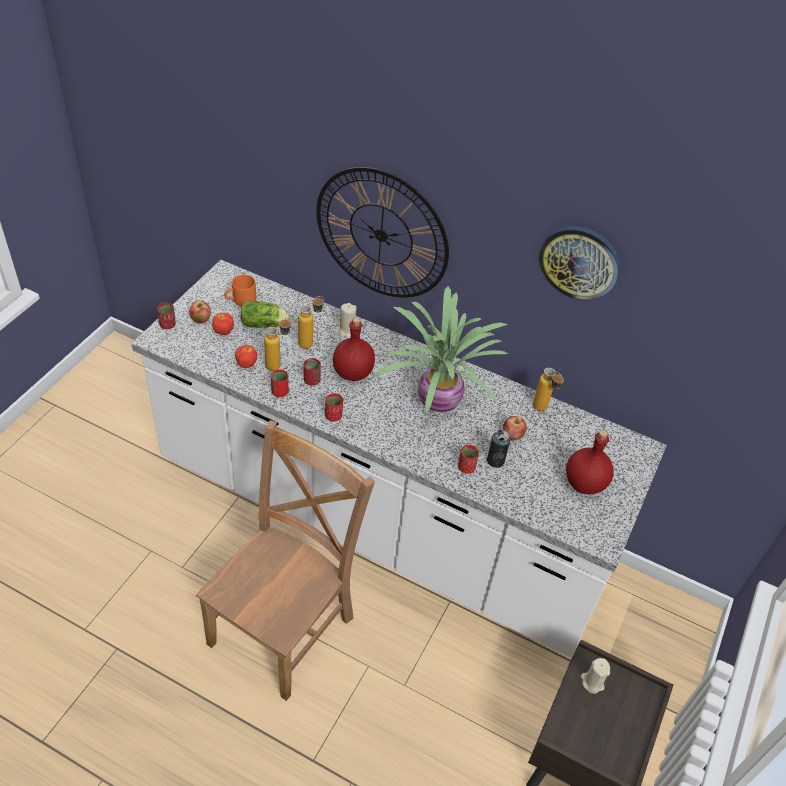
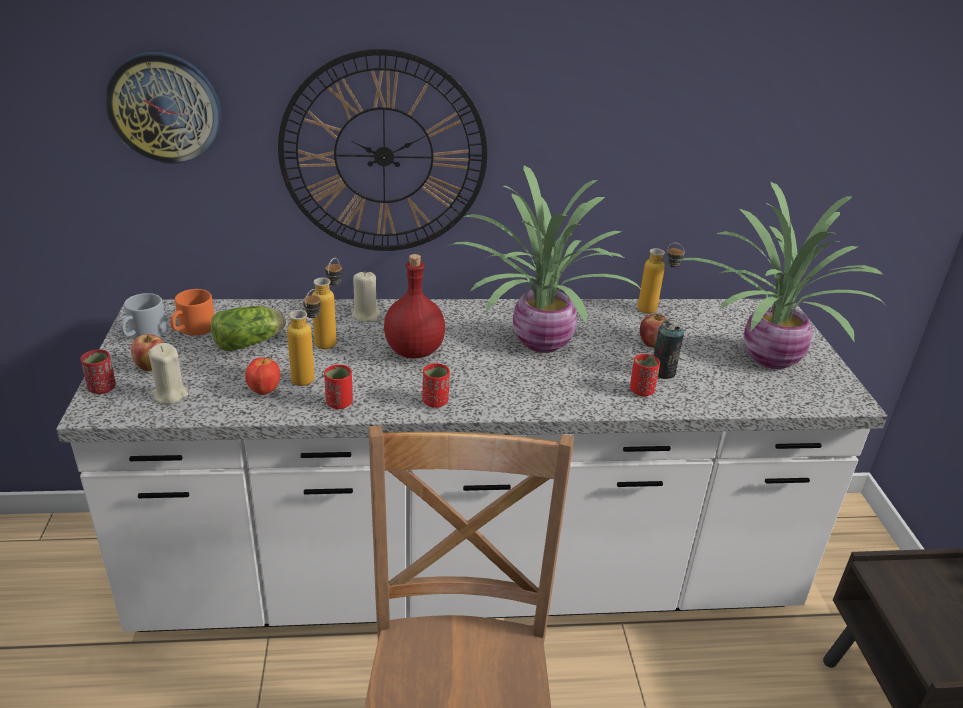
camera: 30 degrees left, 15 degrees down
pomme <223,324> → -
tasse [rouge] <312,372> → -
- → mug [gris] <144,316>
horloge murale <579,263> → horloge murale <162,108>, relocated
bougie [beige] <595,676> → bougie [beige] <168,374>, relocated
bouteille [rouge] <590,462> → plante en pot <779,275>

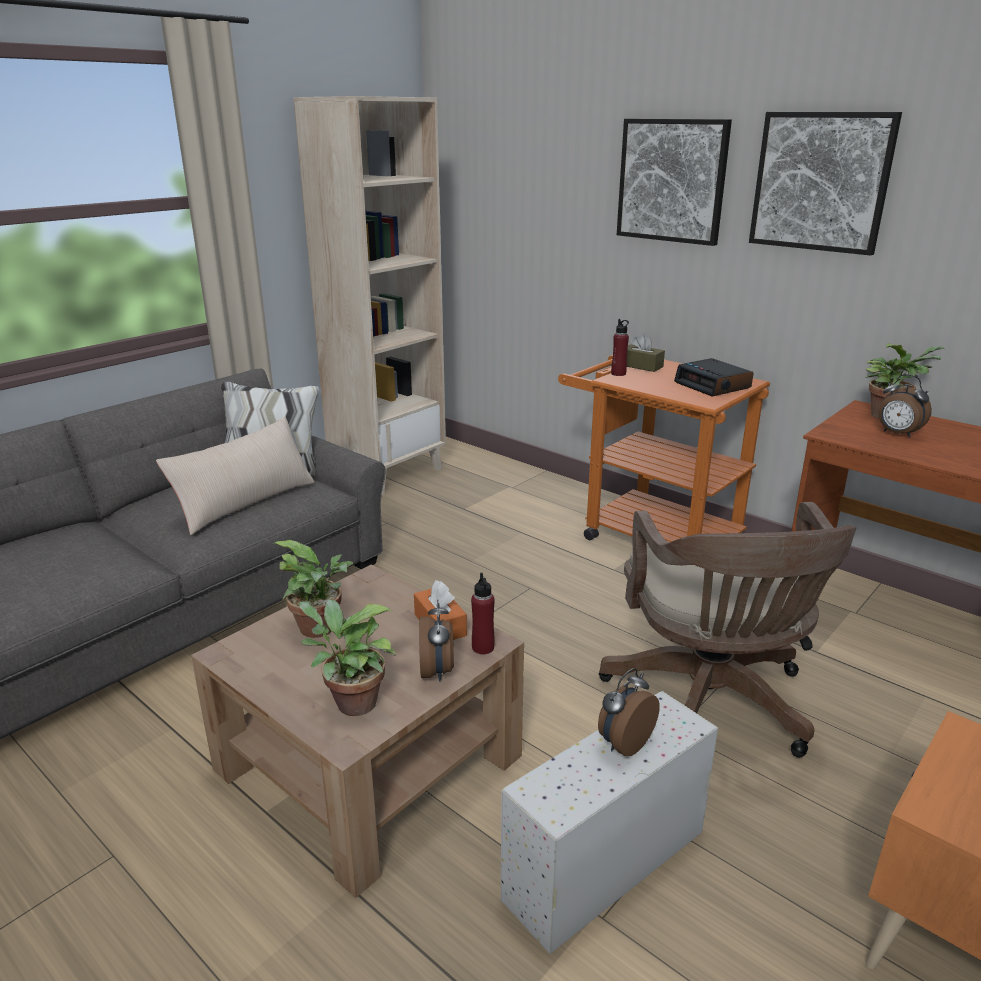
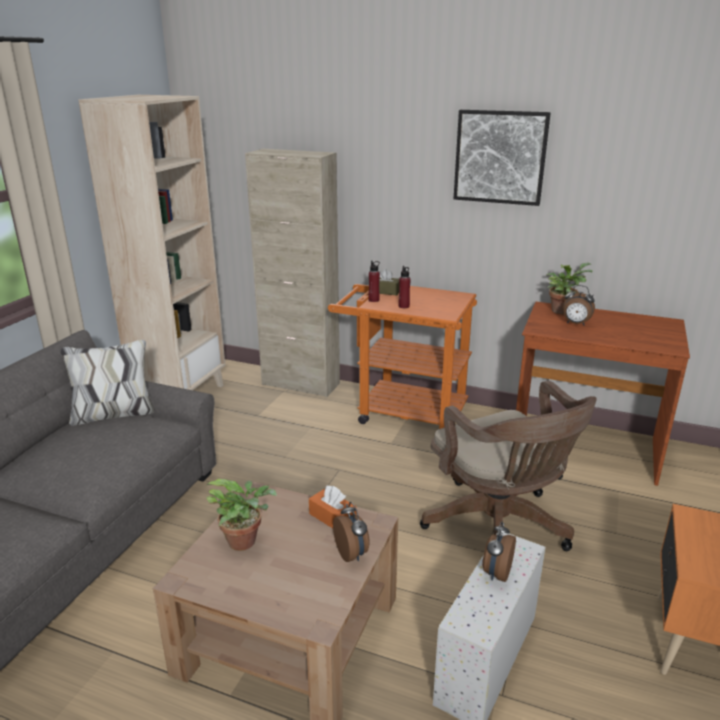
camera: 20 degrees left, 0 degrees up
coussin [beige] <235,476> → -
plante en pot <347,657> → -
tableau <674,182> → -
réveil <714,377> → -
- → meuble de rangement [beige] <292,273>
bouteille [rouge] <483,613> → bouteille [rouge] <404,287>, relocated

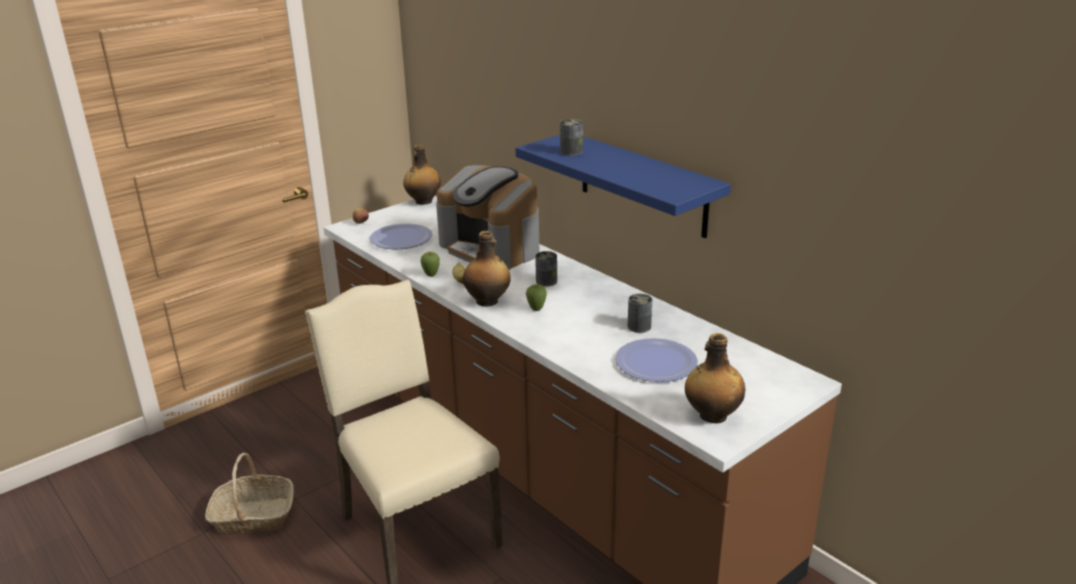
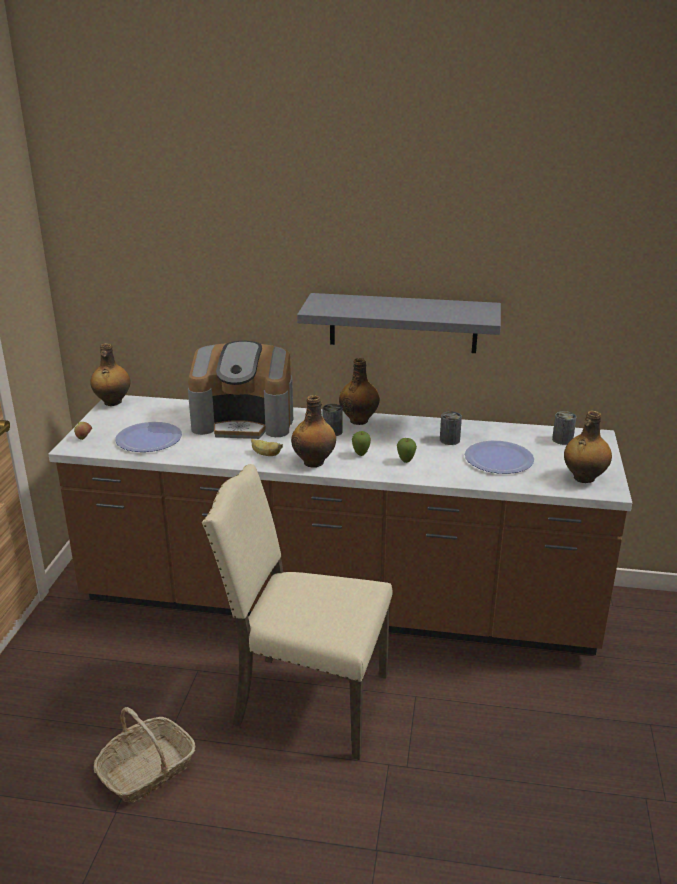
camera: 40 degrees left, 0 degrees up
- → bouteille <359,391>
pomme <430,264> → pomme <407,450>, relocated
boîte métallique <571,137> → boîte métallique <564,428>, relocated
étagère [bleu] <623,186> → étagère [gris] <399,323>

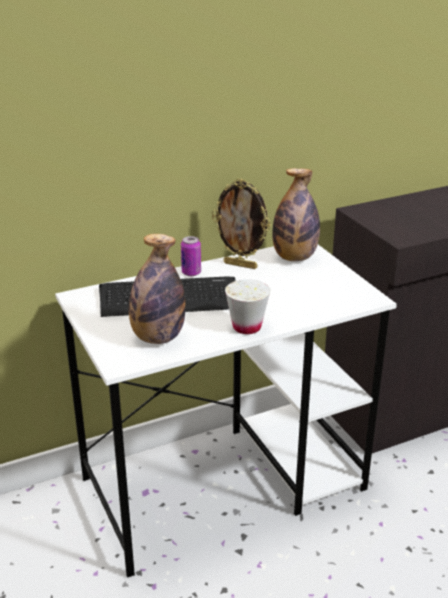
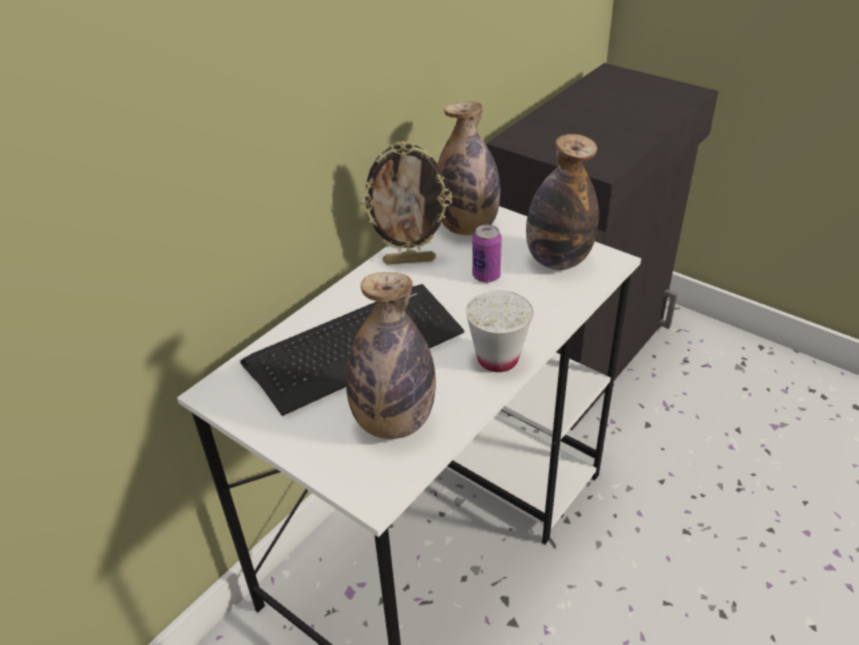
camera: 25 degrees left, 10 degrees up
- → bouteille <562,202>
boîte métallique <191,256> → boîte métallique <487,254>, relocated

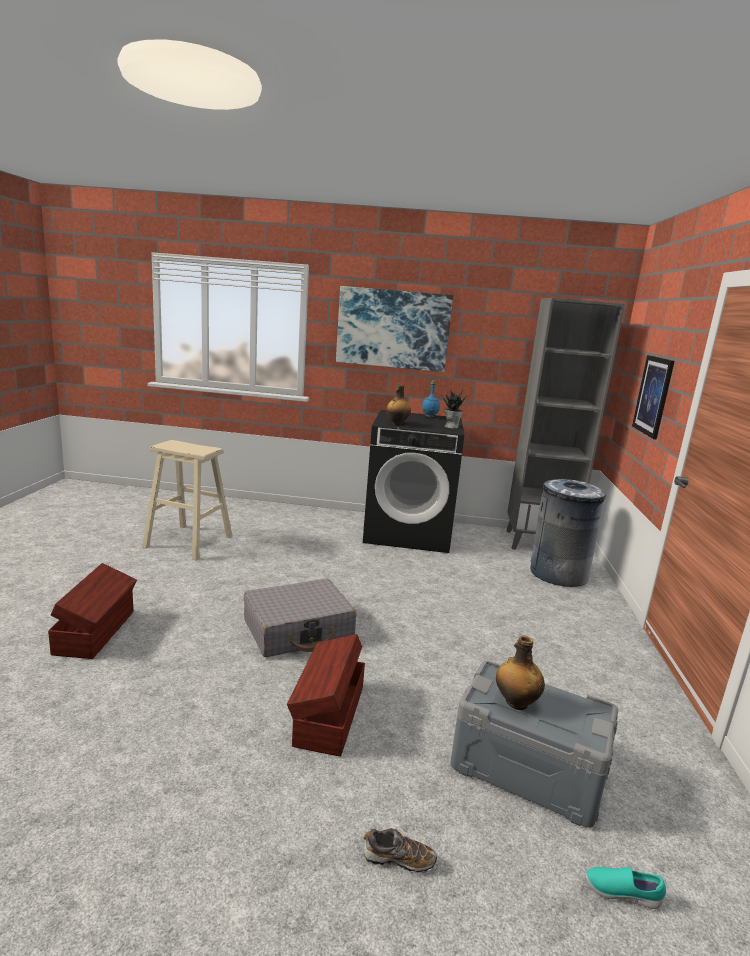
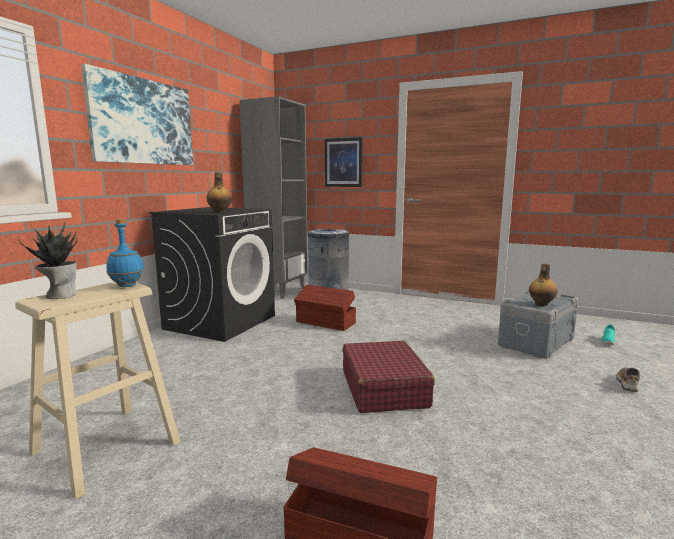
camera: 70 degrees left, 5 degrees down
boîte de rangement [marron] <326,695> → boîte de rangement [marron] <325,308>, relocated
bouteille [bleu] <431,398> → bouteille [bleu] <125,253>, relocated
plante en pot <453,409> → plante en pot <48,260>, relocated
valise [gris] <300,617> → valise [rouge] <389,377>

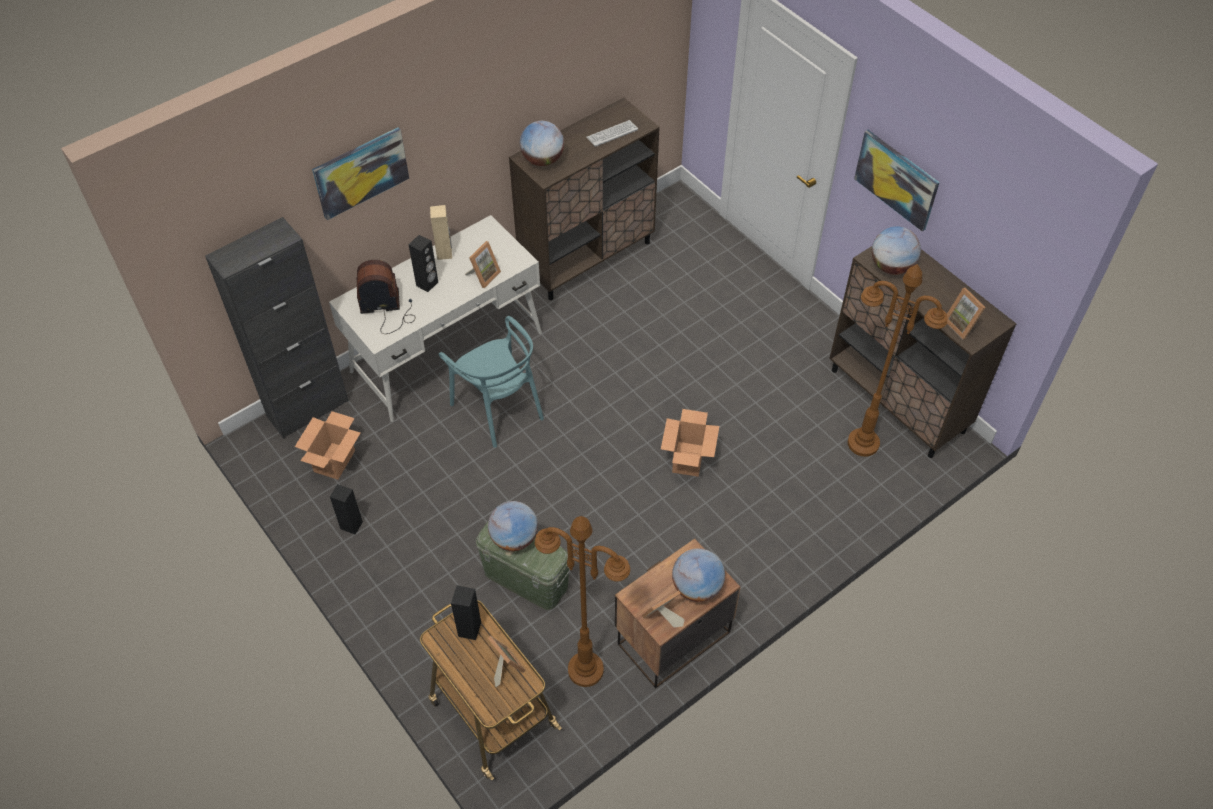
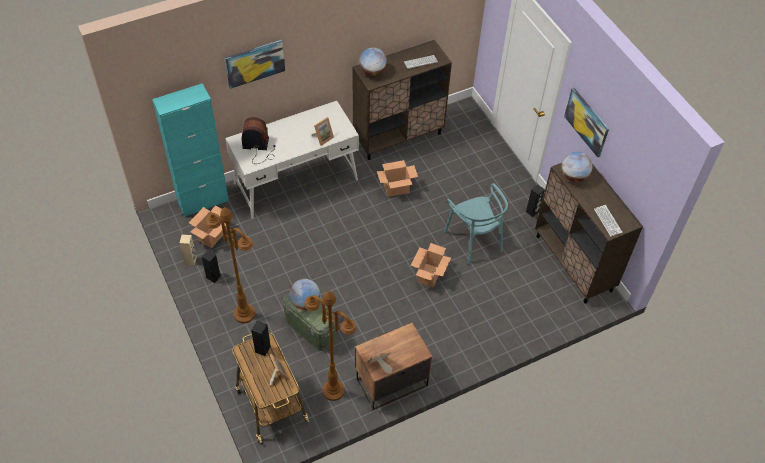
camera: 10 degrees right, 0 degrees up
globe <698,575> → -
- → carton <397,178>
enceinte [noir] <423,263> → enceinte [noir] <535,200>, relocated
enceinte [beige] <441,232> → enceinte [beige] <188,250>, relocated
chaise [turquoise] <491,382> → chaise [turquoise] <476,223>, relocated
lampadaire [marron] <898,360> → lampadaire [marron] <230,265>, relocated
cadre photo <966,313> → clavier <608,221>
meuble de rangement [noir] <277,328> → meuble de rangement [turquoise] <190,150>

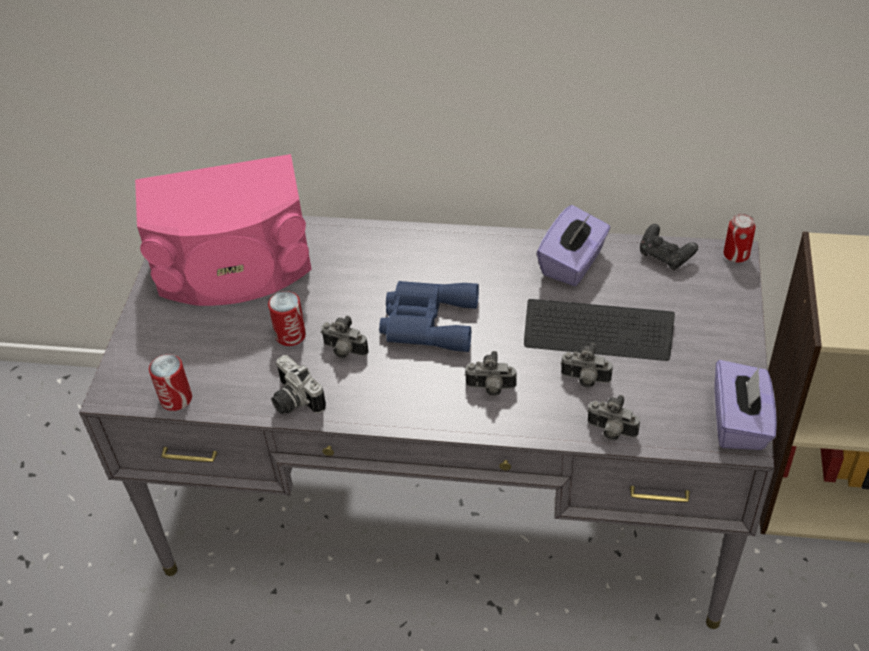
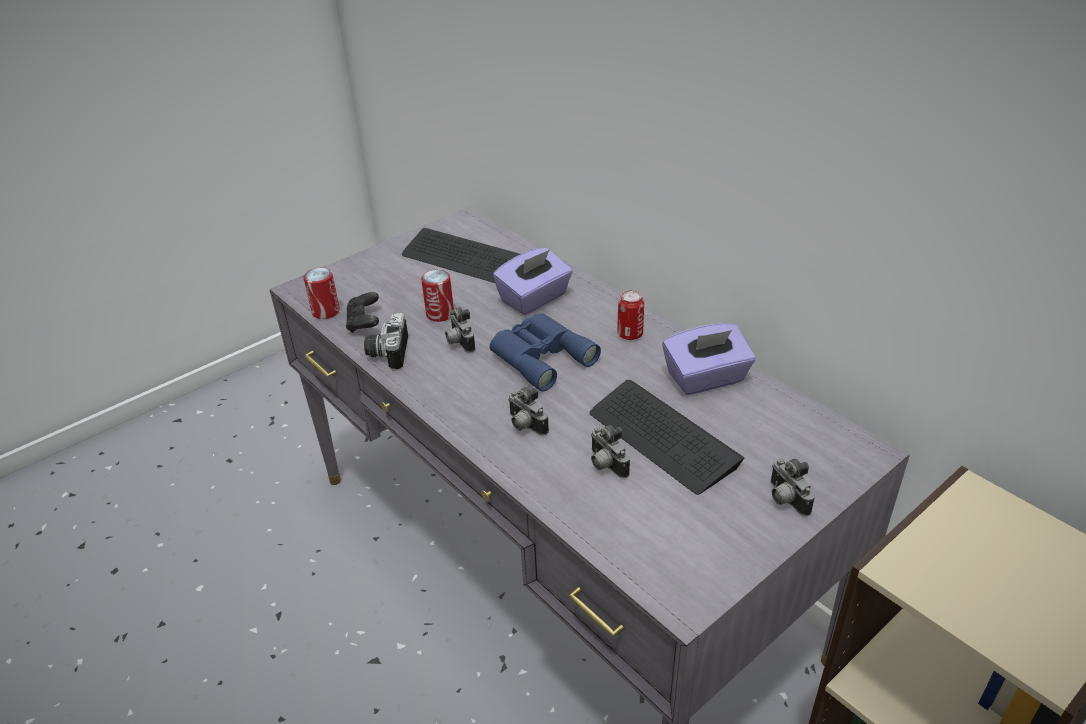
camera: 40 degrees right, 10 degrees down
appareil photo <613,417> → appareil photo <793,487>, relocated
manette [noir] <669,247> → manette [noir] <362,312>, relocated
boîte à mouchoirs [violet] <745,405> → boîte à mouchoirs [violet] <533,281>, relocated
boîte métallique <739,238> → boîte métallique <630,315>, relocated
enceinte [rose] <223,230> → clavier <461,255>

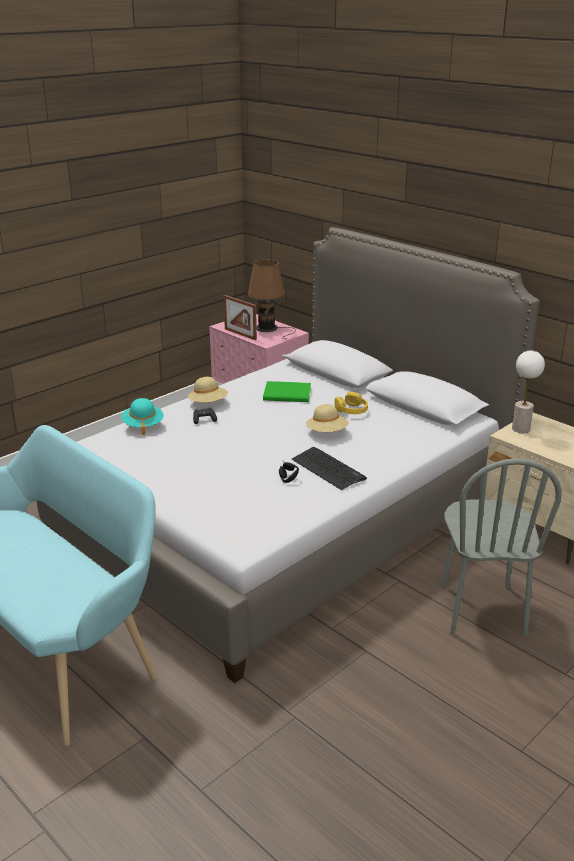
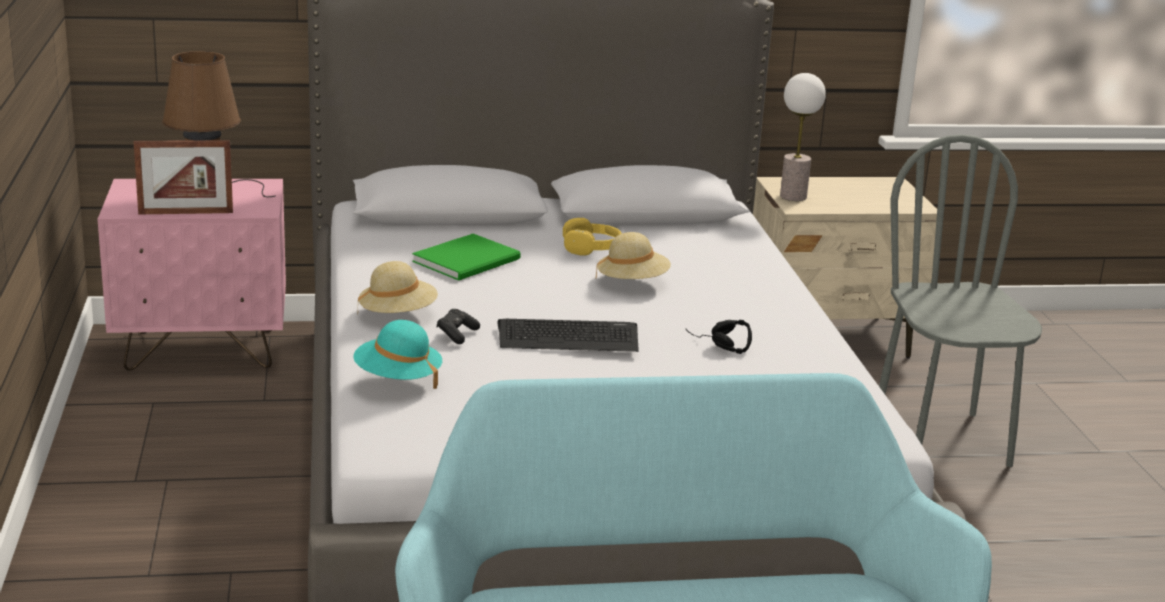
camera: 55 degrees left, 5 degrees down
clavier <329,468> → clavier <568,335>, relocated
chaise [gris] <502,547> → chaise [gris] <960,300>, 135 degrees counterclockwise

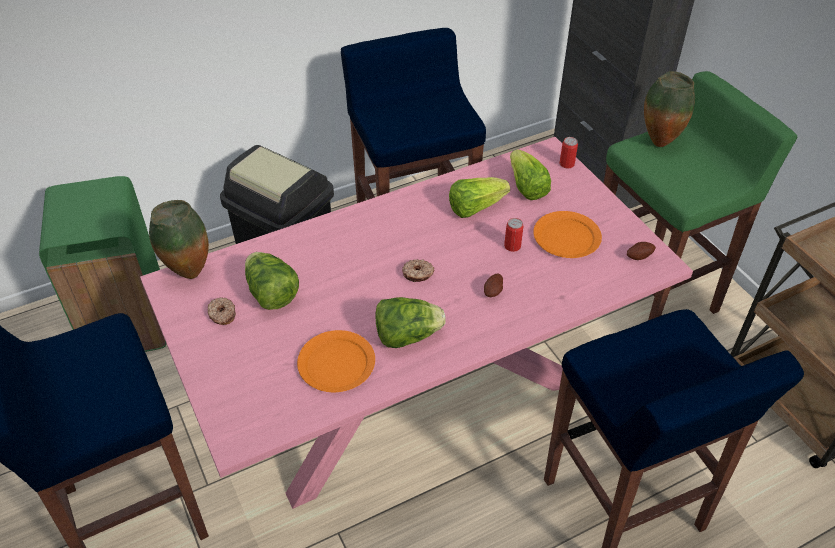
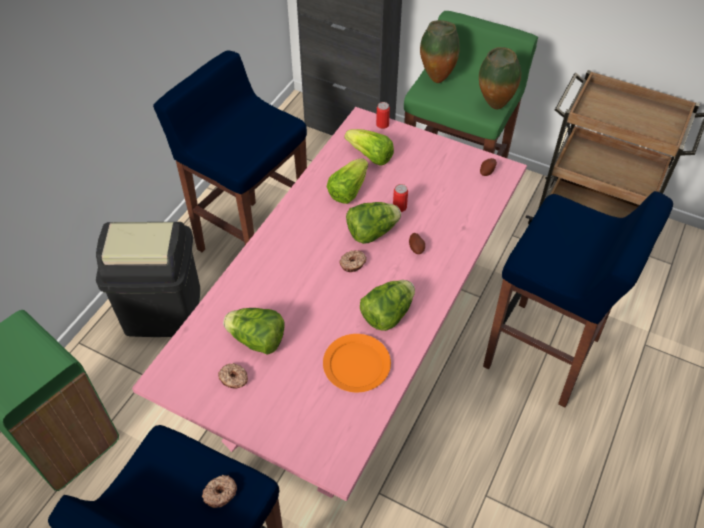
camera: 35 degrees left, 5 degrees up
assiette [orange] <567,234> → -
- → beignet <219,491>
- → laitue <373,223>
vase <179,239> → vase <500,78>, relocated

